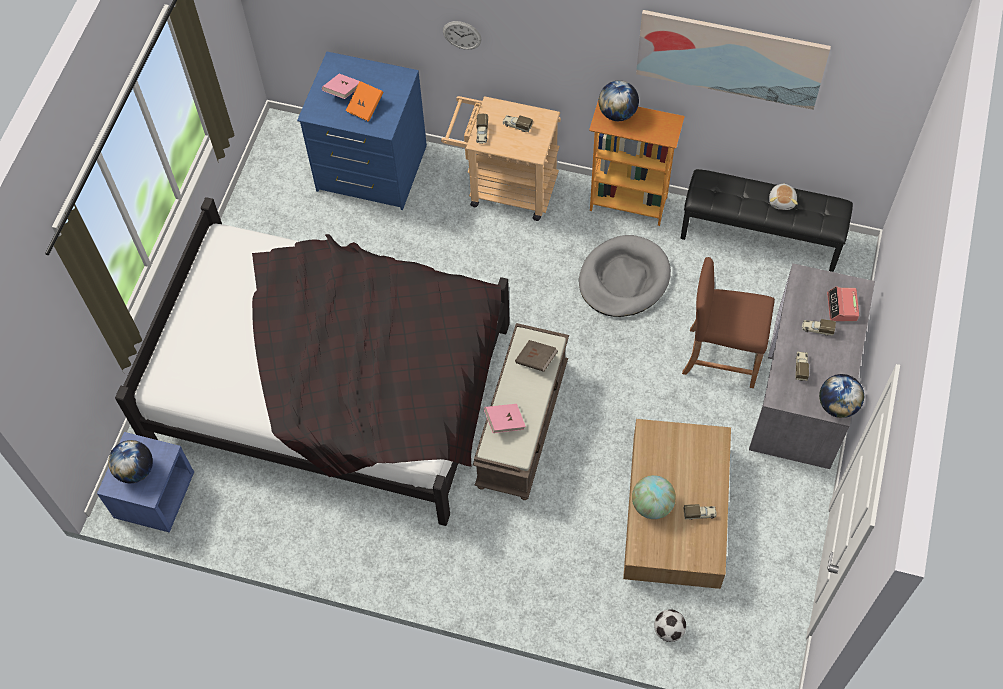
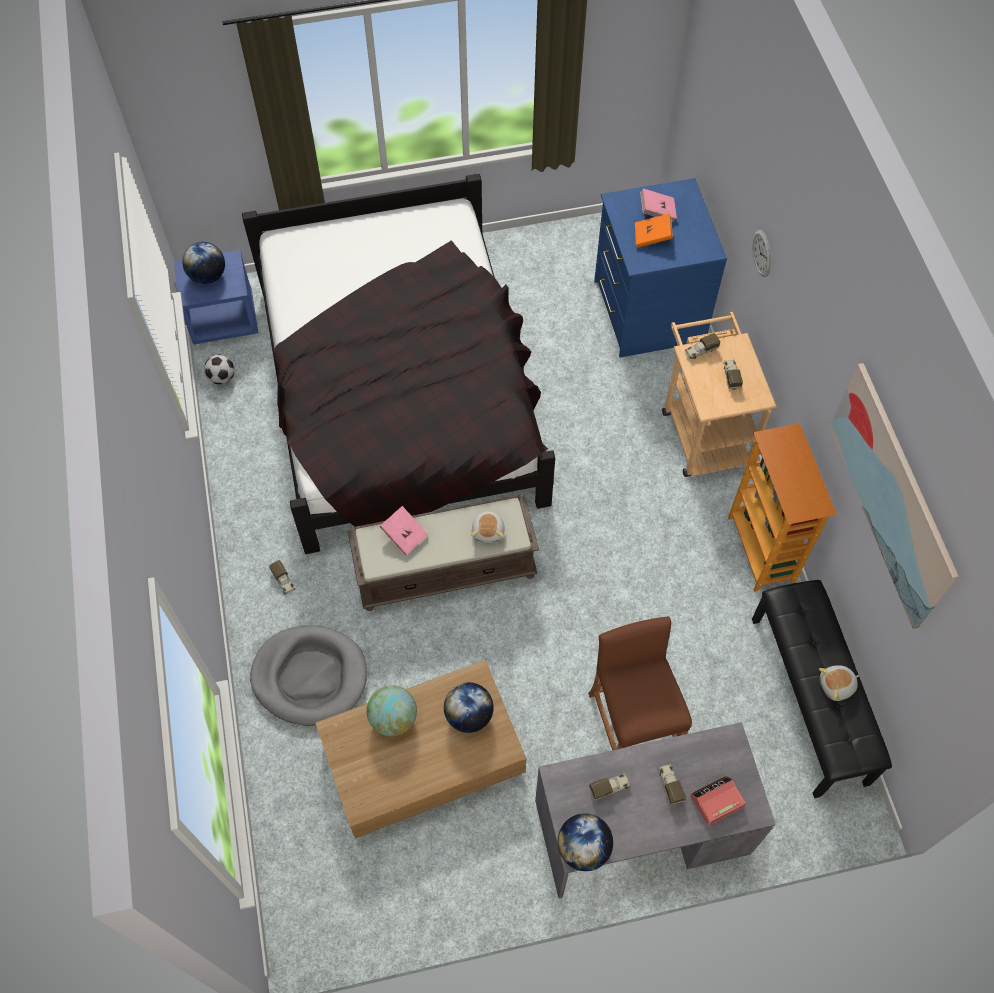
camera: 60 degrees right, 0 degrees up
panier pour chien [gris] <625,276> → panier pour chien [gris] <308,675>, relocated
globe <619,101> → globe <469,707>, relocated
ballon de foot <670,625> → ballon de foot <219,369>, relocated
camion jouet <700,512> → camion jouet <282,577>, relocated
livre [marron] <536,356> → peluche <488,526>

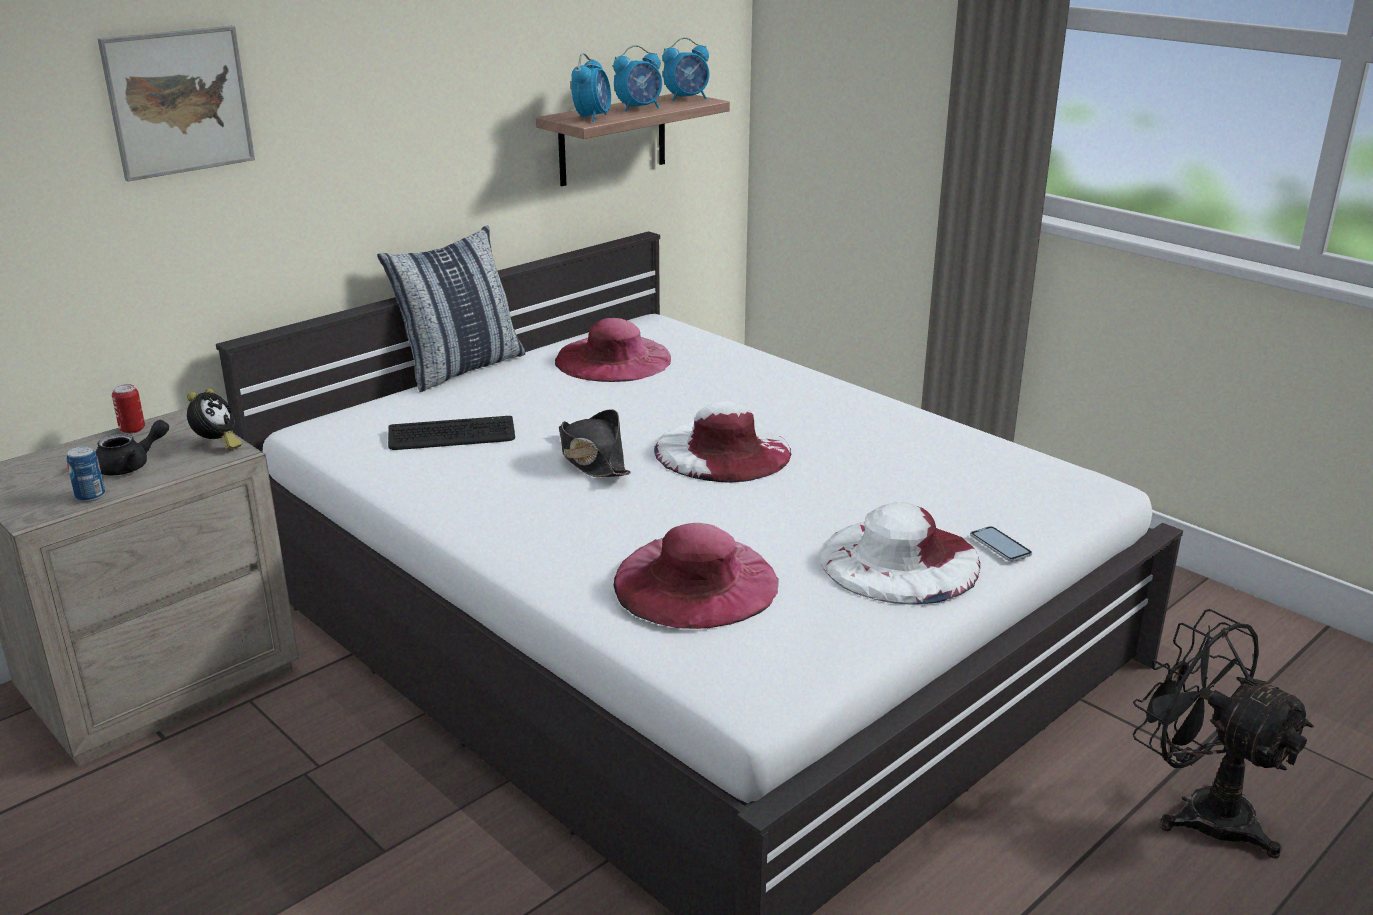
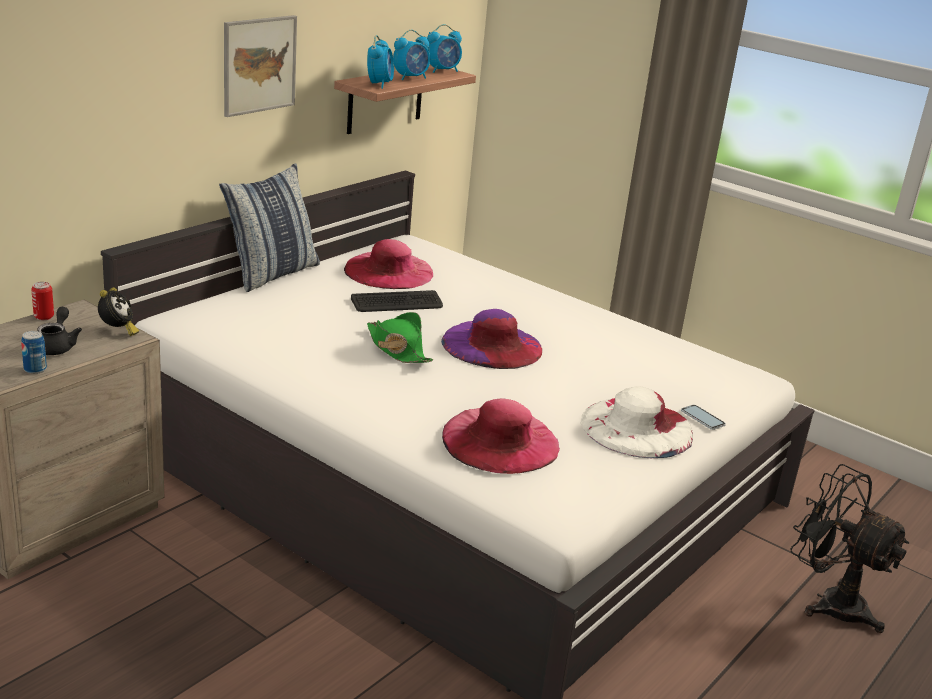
camera: 10 degrees left, 0 degrees up
tableau <176,103> → tableau <260,66>, relocated
clavier <451,433> → clavier <397,301>, relocated
chapeau [noir] <595,443> → chapeau [vert] <400,337>
chapeau [blanc] <722,442> → chapeau [violet] <491,339>
théière [noir] <132,447> → théière [noir] <60,331>, 45 degrees counterclockwise

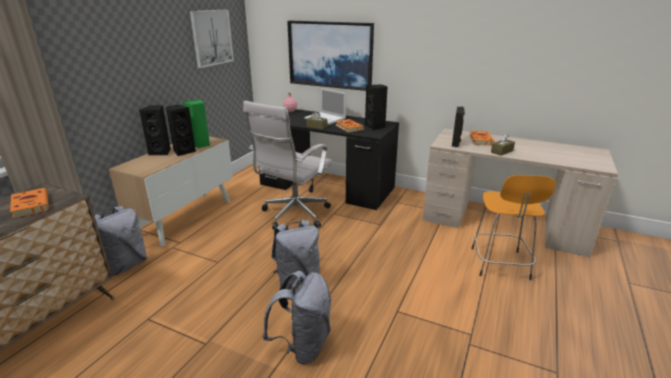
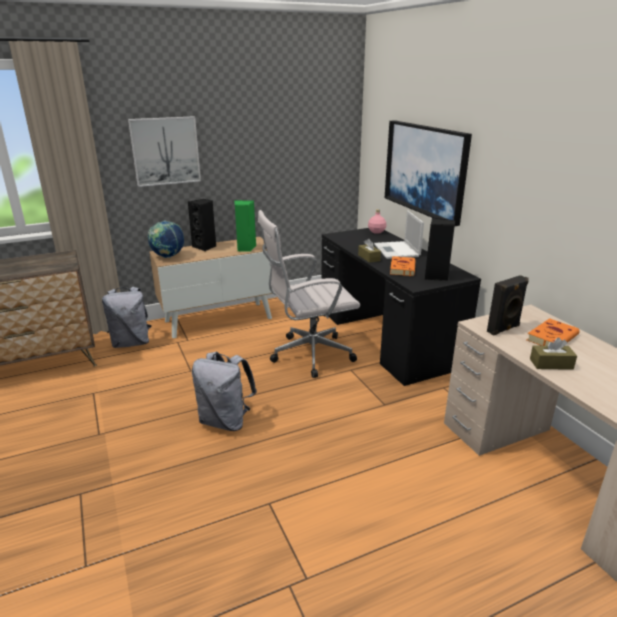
camera: 40 degrees right, 0 degrees up
livre [orange] <29,203> → -
enceinte [noir] <181,130> → -
sac à dos [gris] <297,317> → -
tabouret [orange] <513,227> → -
- → globe <165,239>
tableau <212,38> → tableau <164,151>, relocated

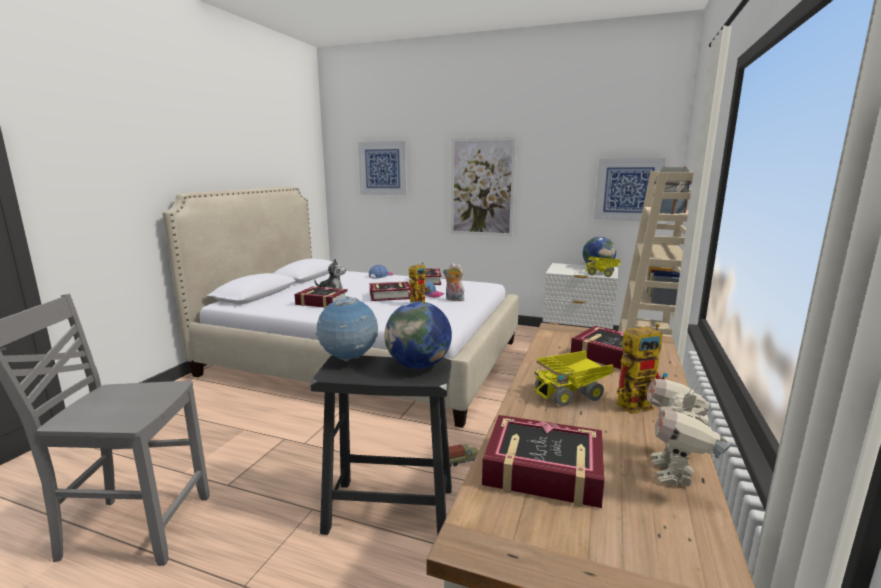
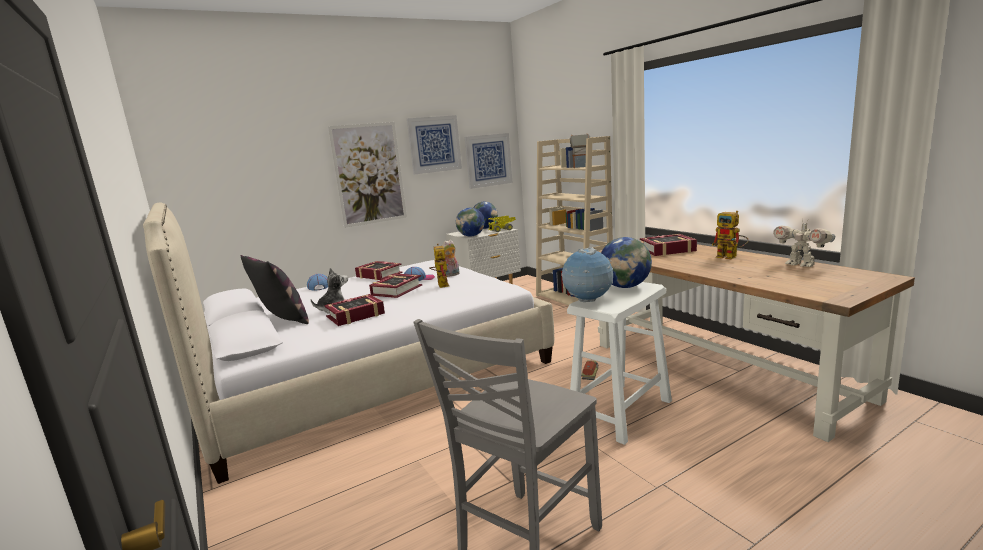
camera: 50 degrees left, 0 degrees up
livre <543,461> → -
camion jouet <574,378> → -
- → coussin <274,289>
- → globe <470,222>
tableau <382,168> → tableau <434,145>, relocated
tabouret [noir] <381,445> → tabouret [blanc] <619,363>
robot jouet <642,369> → robot jouet <730,235>, 120 degrees clockwise

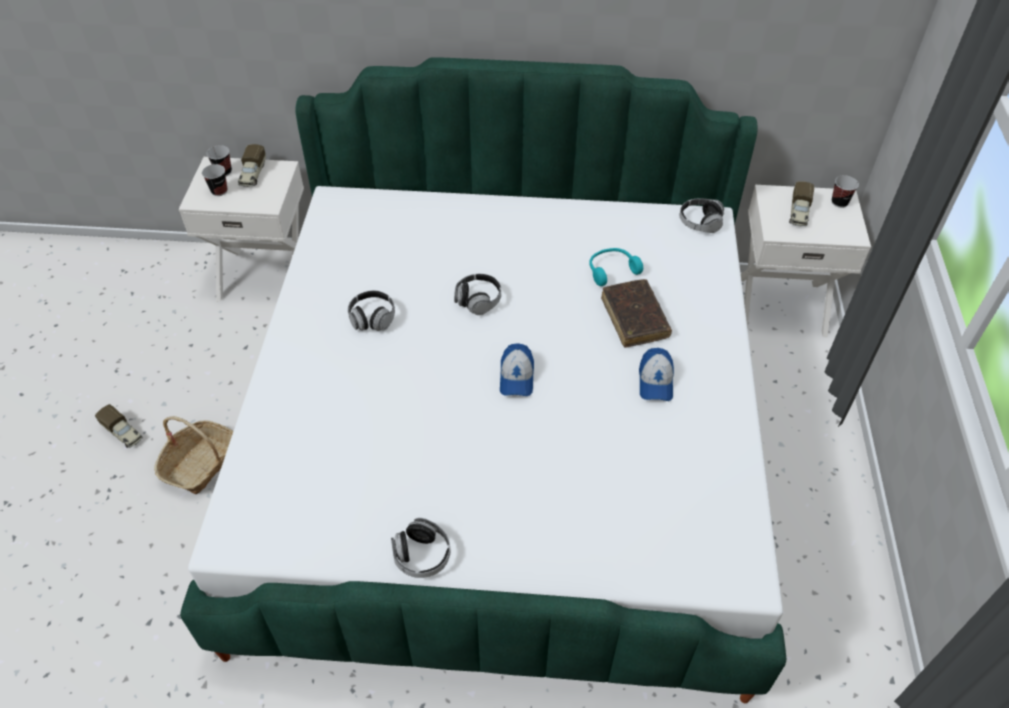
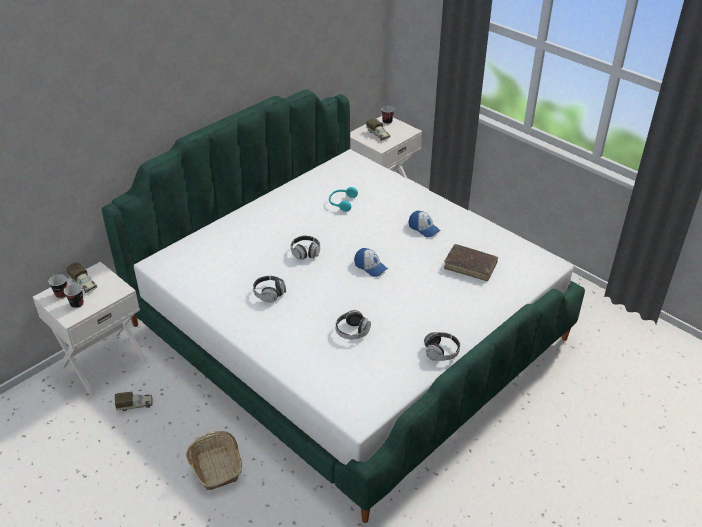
camera: 50 degrees left, 10 degrees down
camion jouet <119,426> → camion jouet <134,401>, relocated
livre [marron] <636,313> → livre [marron] <471,262>, relocated
casque audio <702,215> → casque audio <353,325>, relocated

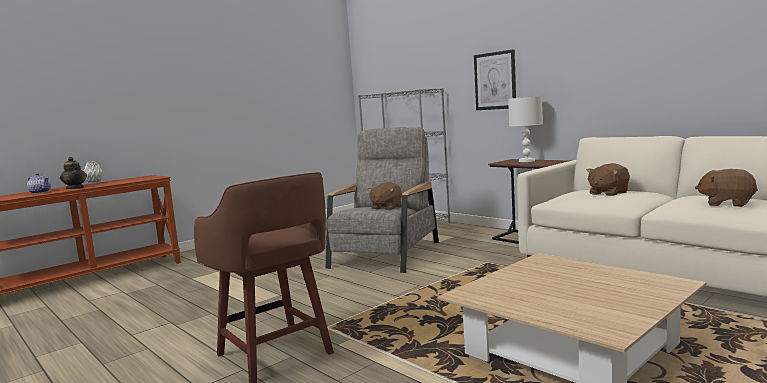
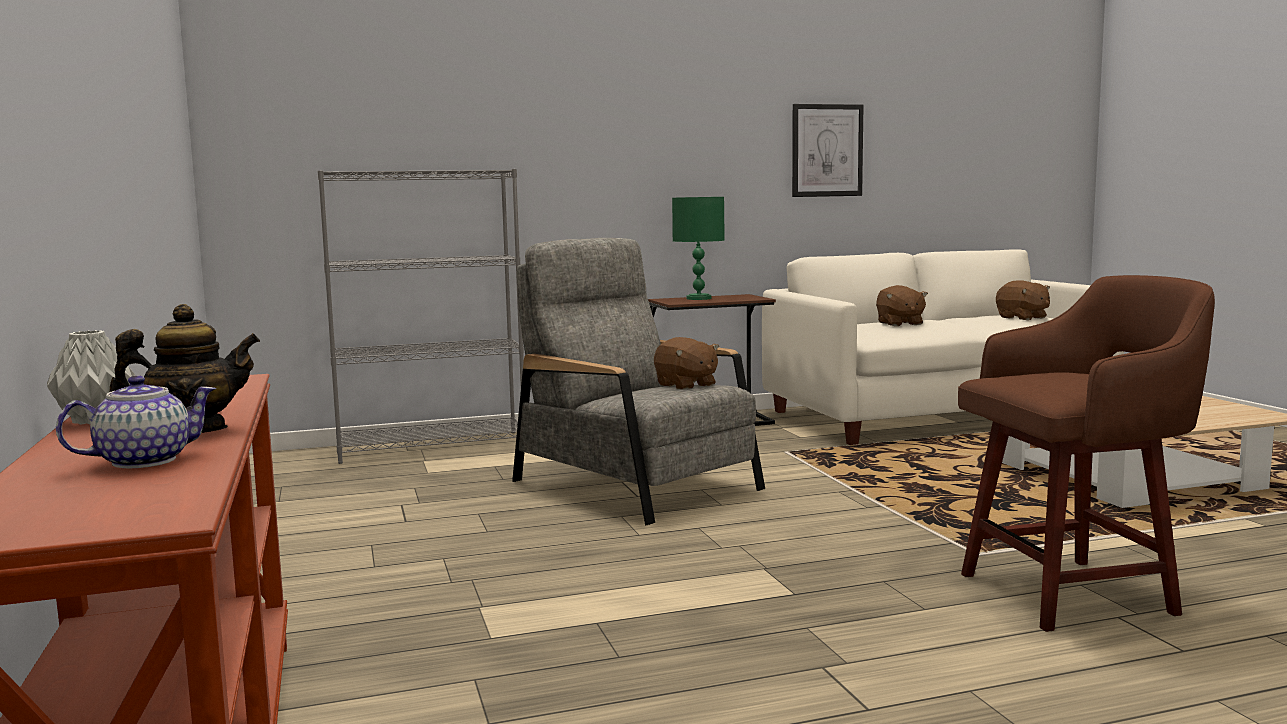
camera: 65 degrees left, 0 degrees up
tableau <495,79> → tableau <828,150>, relocated
lampe de table [blanc] <525,129> → lampe de table [vert] <698,248>
peluche [marron] <726,188> → peluche [marron] <1023,300>, 90 degrees counterclockwise

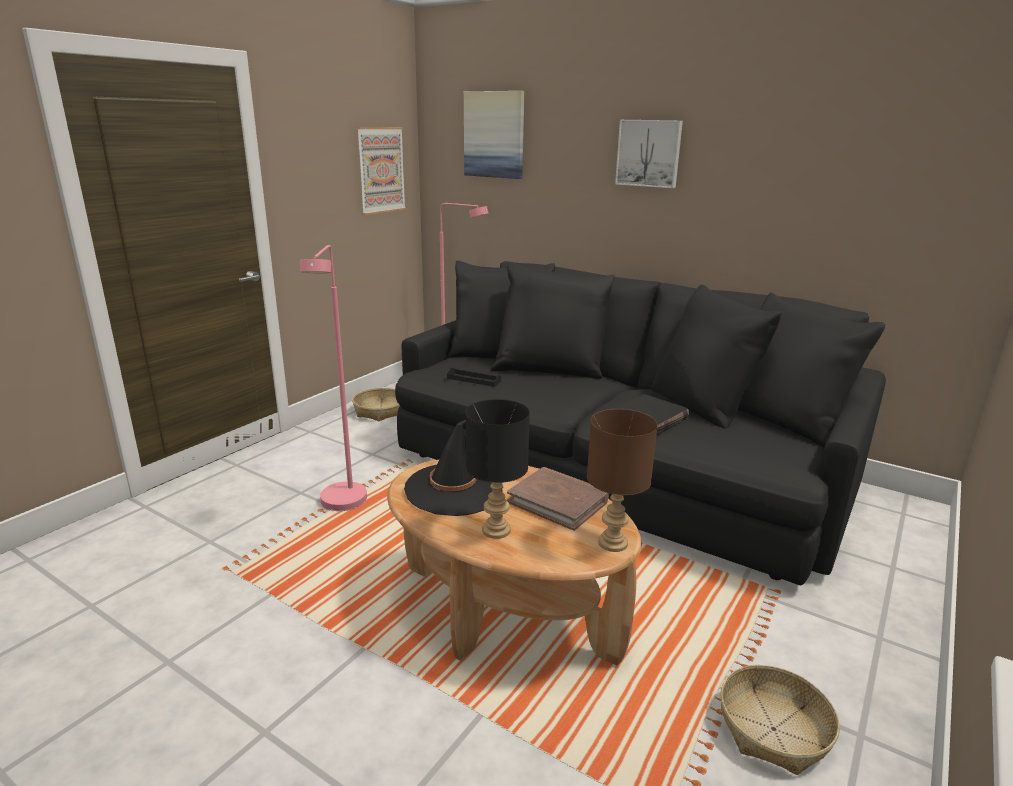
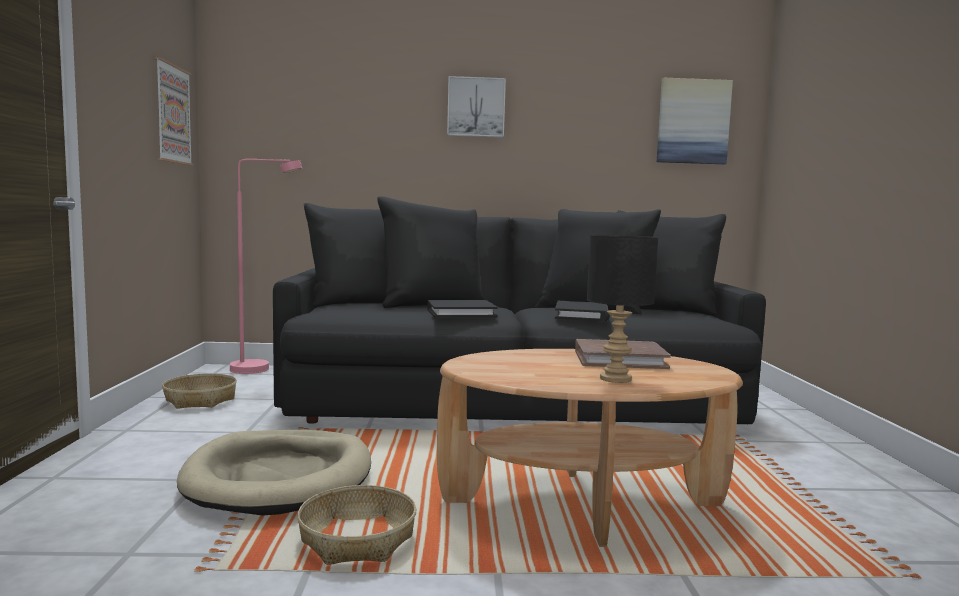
camera: 35 degrees left, 15 degrees down
chapeau [noir] <453,468> → -
plateau [noir] <474,377> → -
lampe de table [marron] <622,480> → -
- → livre [noir] <462,309>
tableau <494,135> → tableau <695,121>, relocated
panier <780,720> → panier <356,525>, relocated
lampadaire [rose] <333,378> → panier pour chien [beige] <274,473>

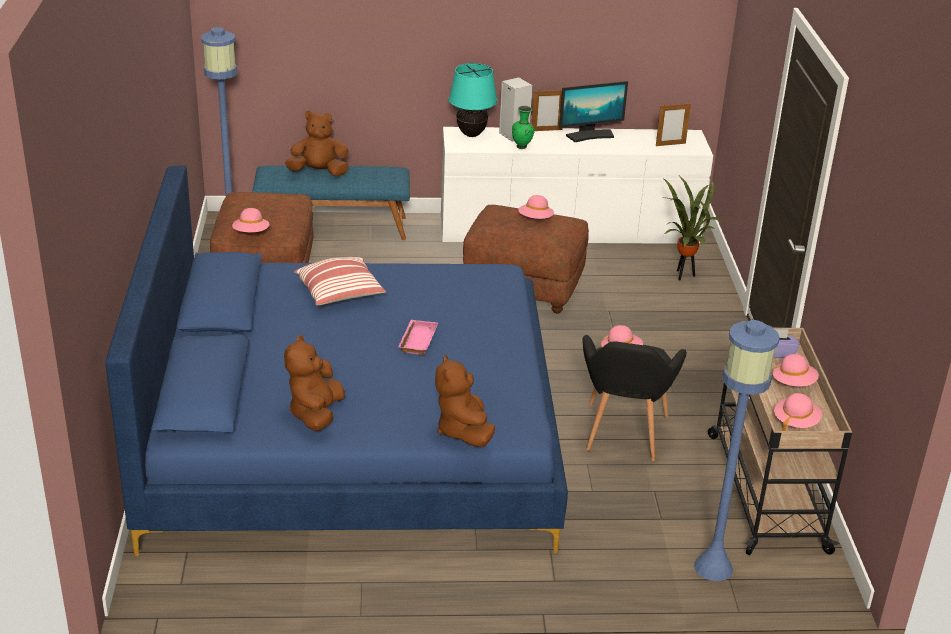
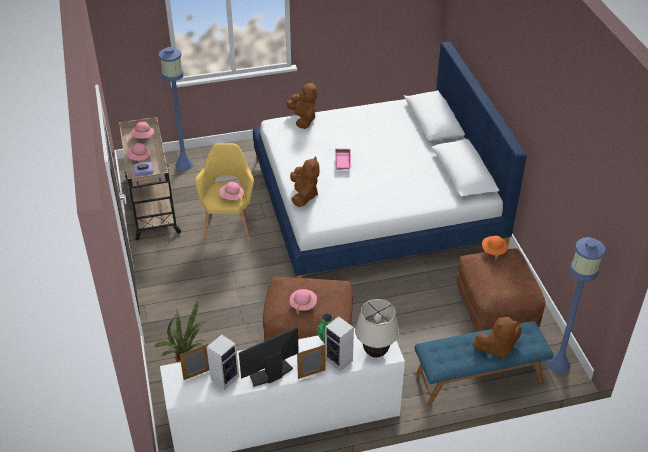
camera: 170 degrees right, 10 degrees up
coussin <340,281> → -
- → enceinte <223,362>
peluche [marron] <314,383> → peluche [marron] <304,181>, relocated
lit [bleu] <336,360> → lit [blanc] <390,160>
chapeau [rose] <251,220> → chapeau [orange] <495,248>
lampe de table [turquoise] <473,100> → lampe de table [beige] <377,328>
fauteuil [noir] <635,398> → fauteuil [jaune] <224,192>

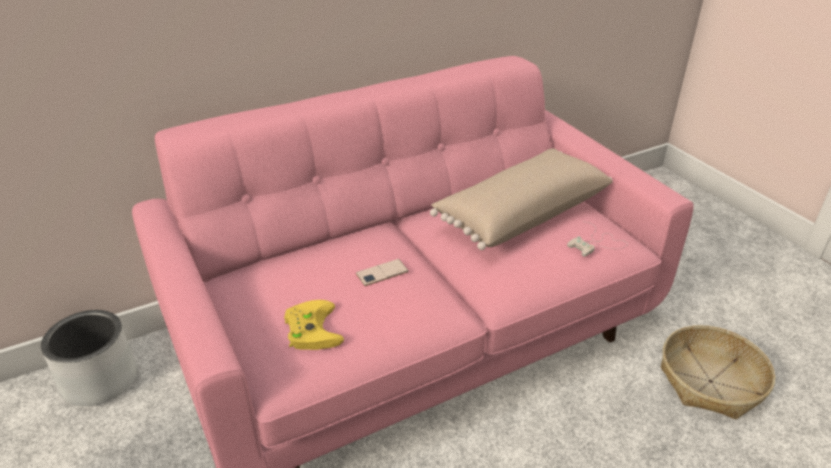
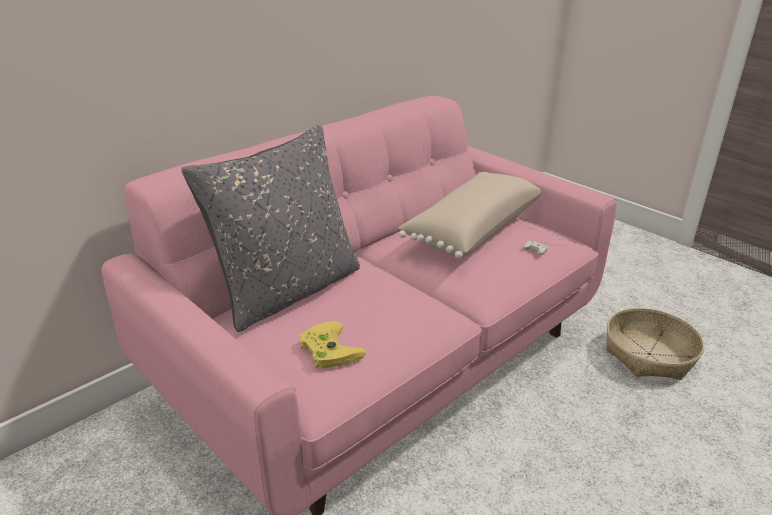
camera: 15 degrees left, 5 degrees down
cache-pot [gris] <89,358> → -
téléphone <382,272> → -
- → coussin [gris] <270,228>

